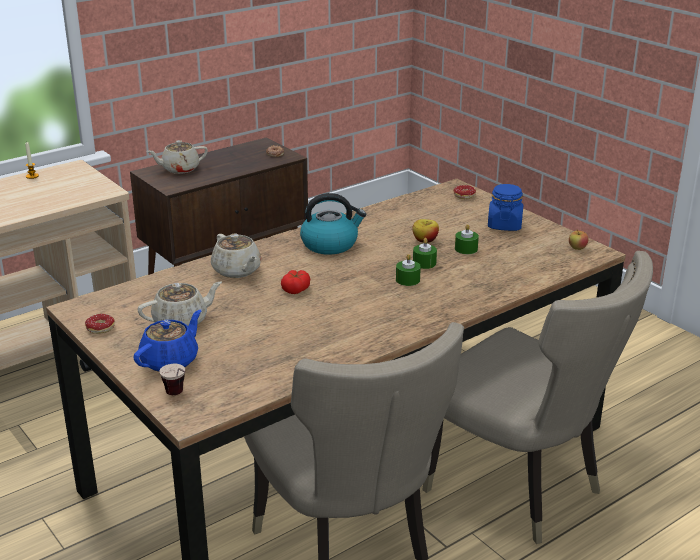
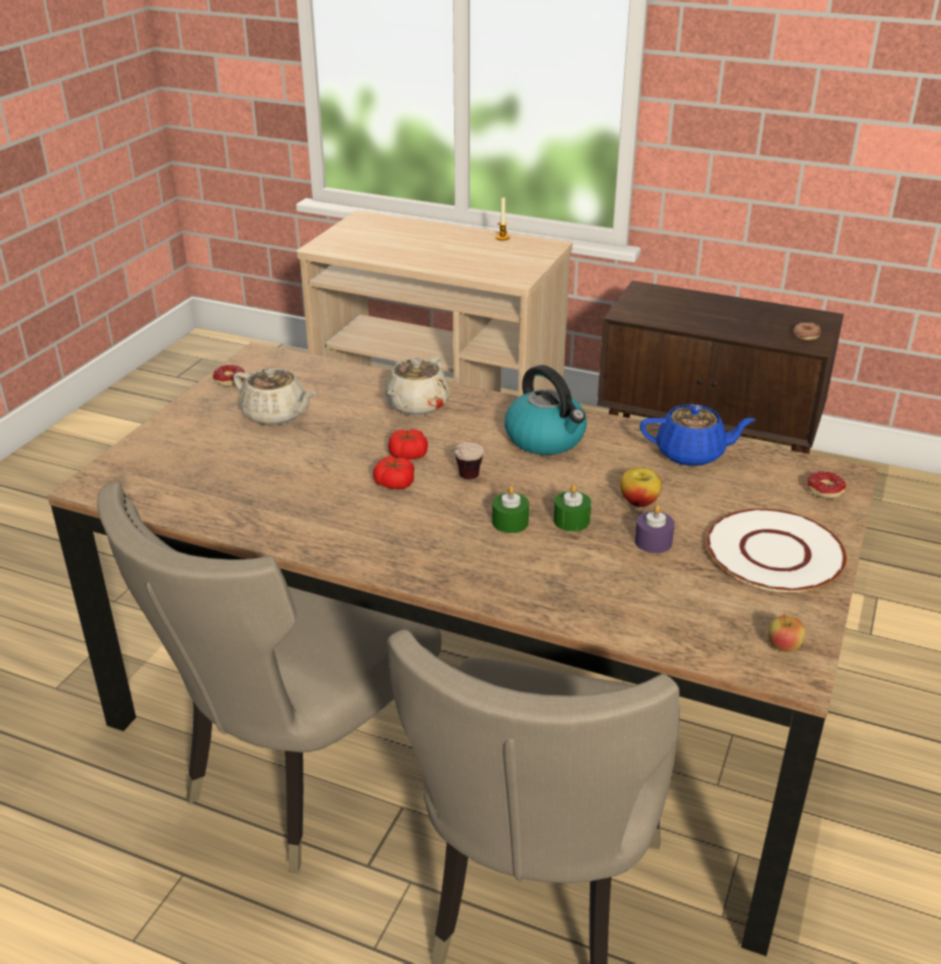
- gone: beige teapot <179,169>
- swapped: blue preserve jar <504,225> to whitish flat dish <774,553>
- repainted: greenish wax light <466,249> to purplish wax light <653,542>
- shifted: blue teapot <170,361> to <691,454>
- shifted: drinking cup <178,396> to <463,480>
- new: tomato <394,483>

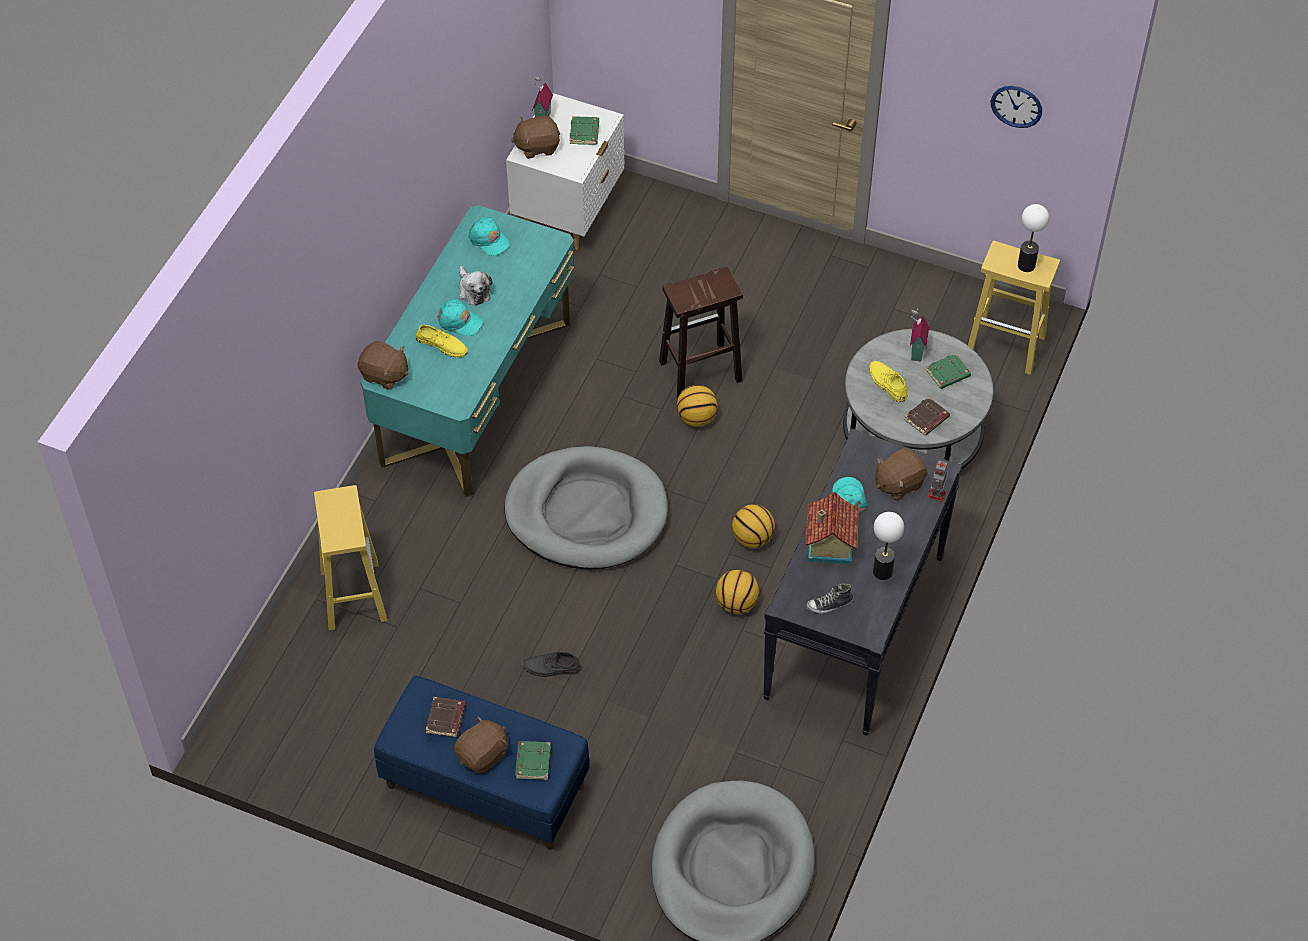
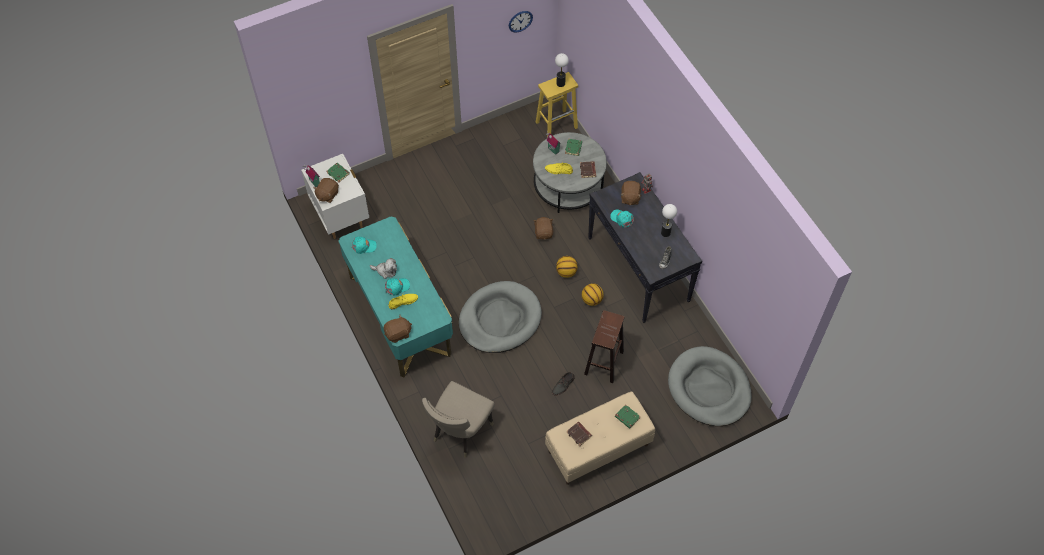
- shifted: brown sitting stool <699,372> to <604,363>
- gone: basketball ball <696,418>
- swapped: yellowish sitting stool <353,594> to beige chair <459,432>
- gone: toy house <828,545>
- repainted: blue indoor bench <484,786> to beige indoor bench <598,449>
- shifted: brown soft toy <483,755> to <543,233>

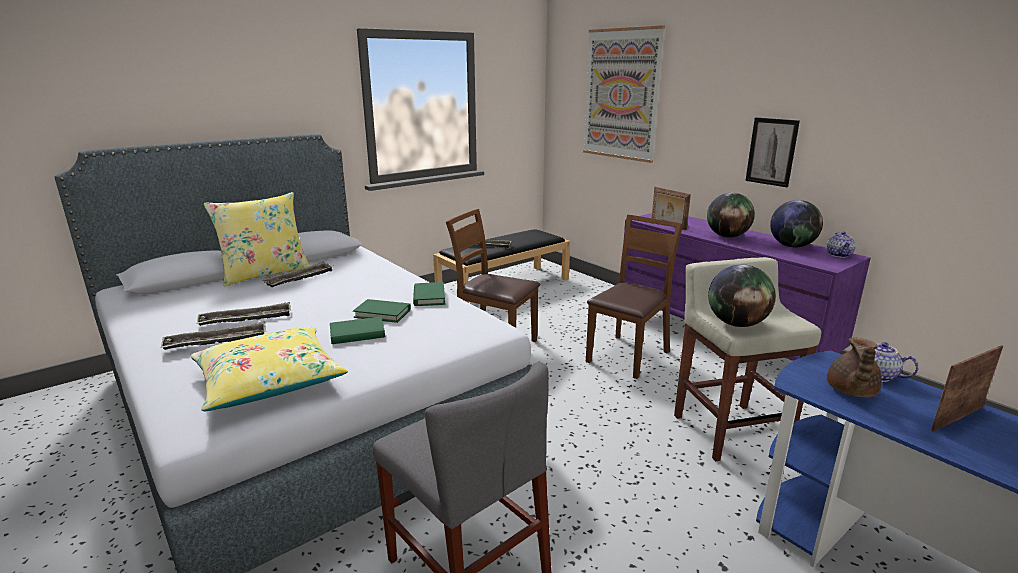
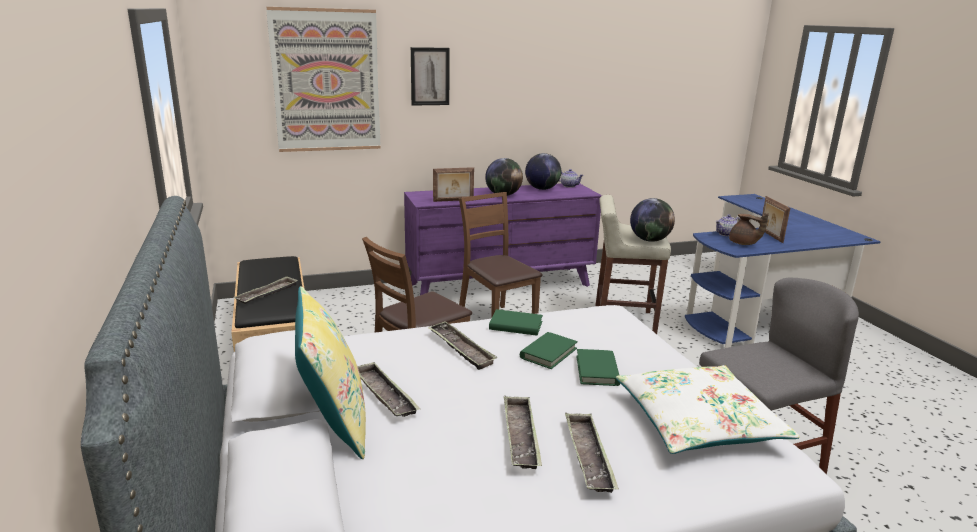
- shifted: wall picture <771,152> to <430,76>
- repainted: yellowish pillow <269,381> to whitish pillow <697,422>
- new: carrying tray <460,349>

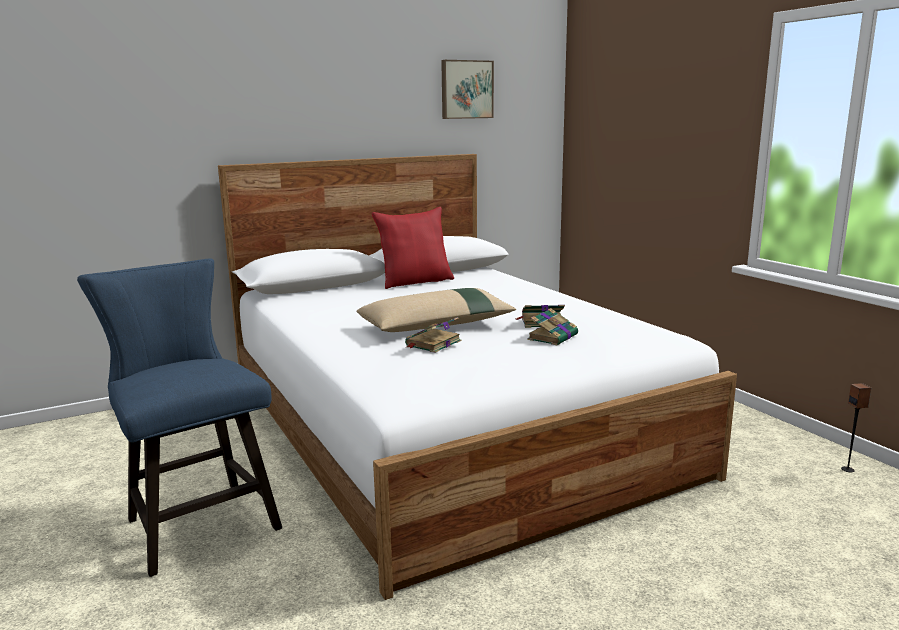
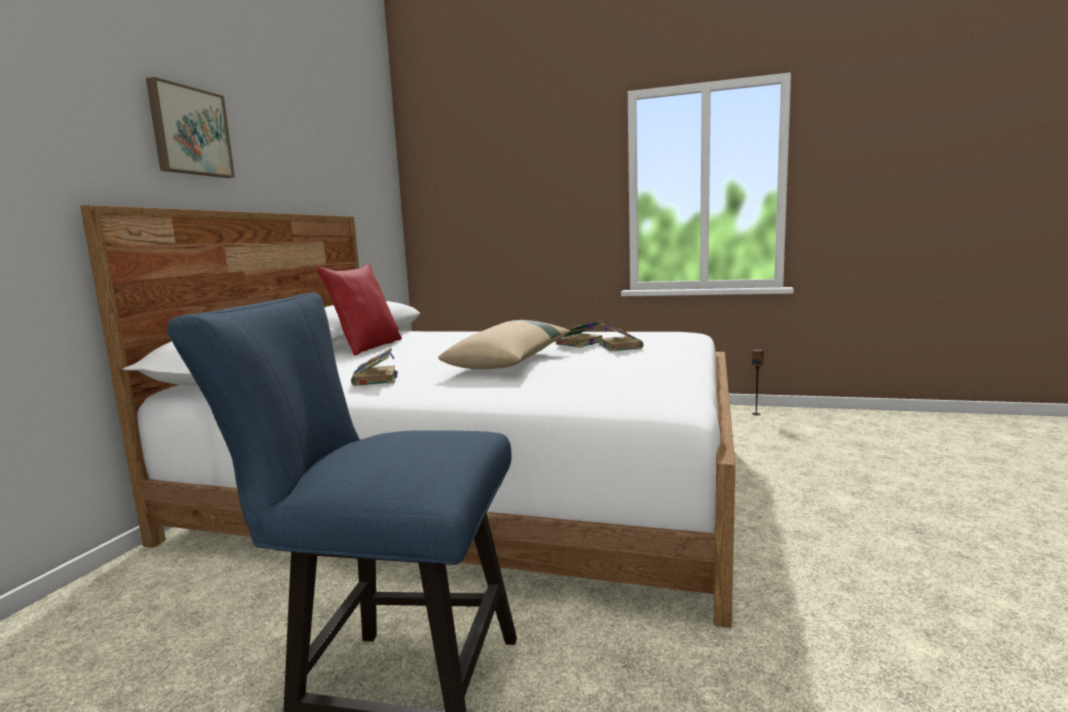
- shifted: wall picture <466,89> to <189,132>
- shifted: bound book <432,344> to <375,379>

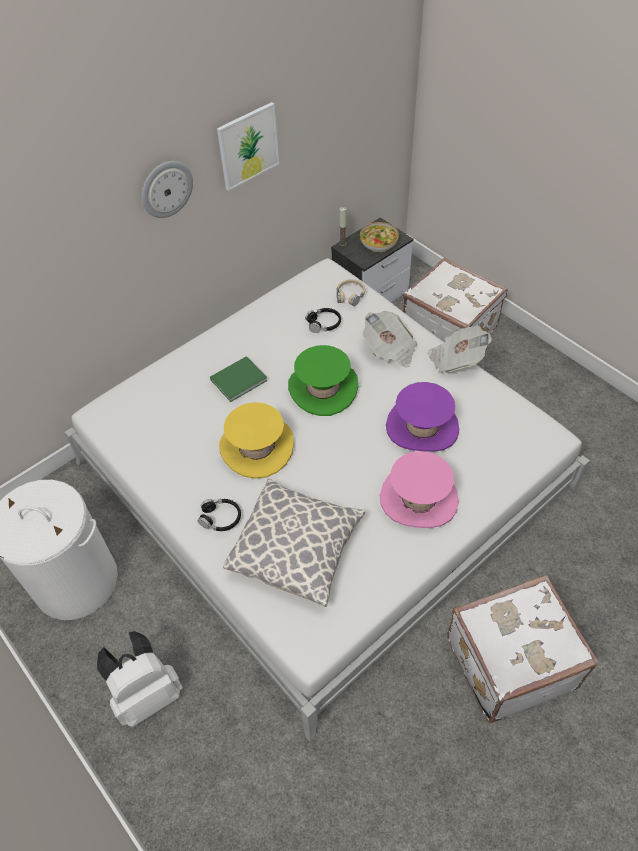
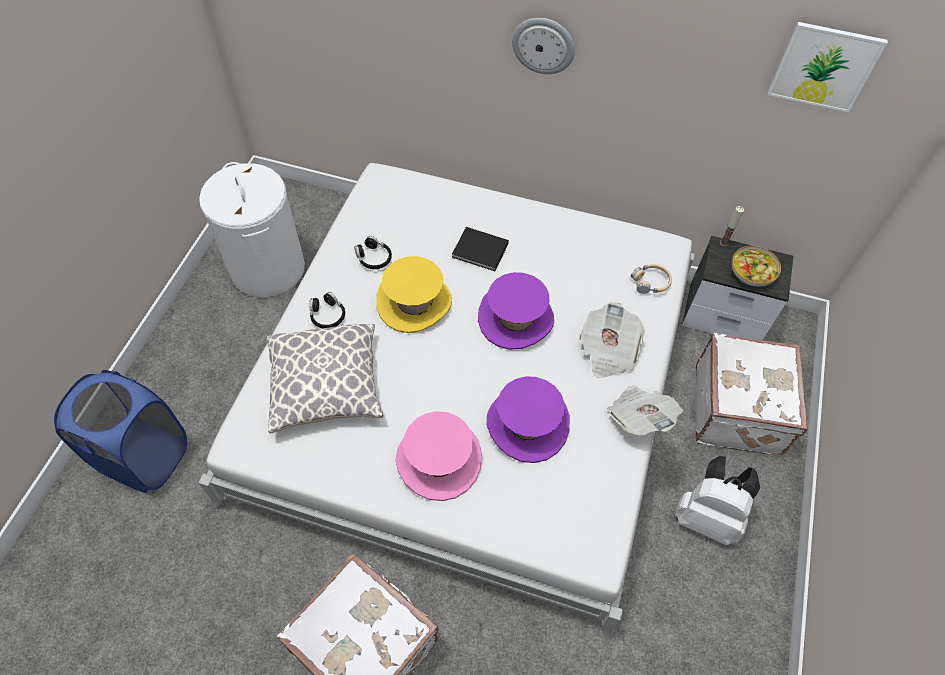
- shifted: wall picture <248,146> to <824,67>
- shifted: blackish pair of headphones <324,324> to <373,258>
- repainted: greenish clothing hat <323,388> to purplish clothing hat <515,319>
- repainted: greenish bound book <240,379> to blackish bound book <481,251>
- shifted: whitish knapsack <147,694> to <707,517>
- new: blue washing basket <145,457>

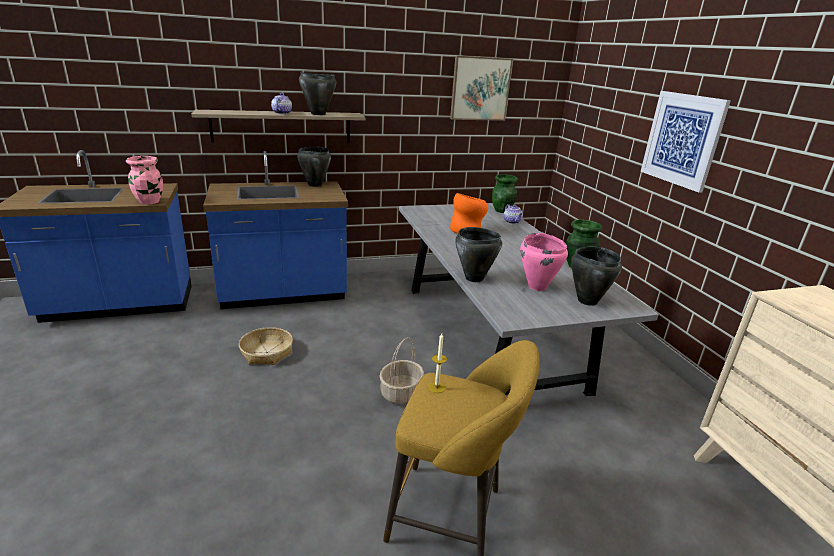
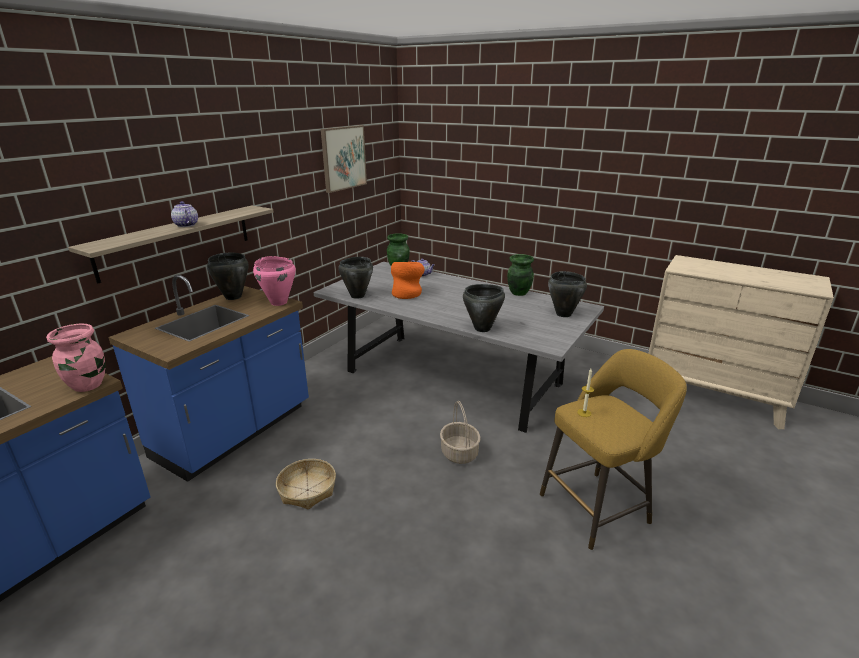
- shifted: blackish stockpot <318,114> to <357,296>
- gone: wall picture <682,139>
- shifted: pink-coloured stockpot <537,286> to <279,302>

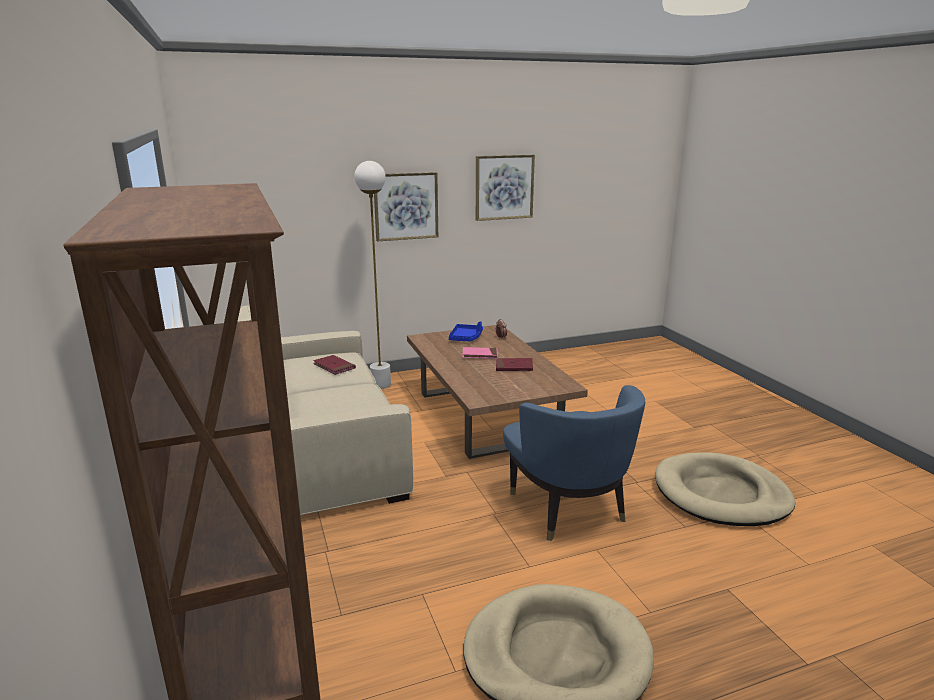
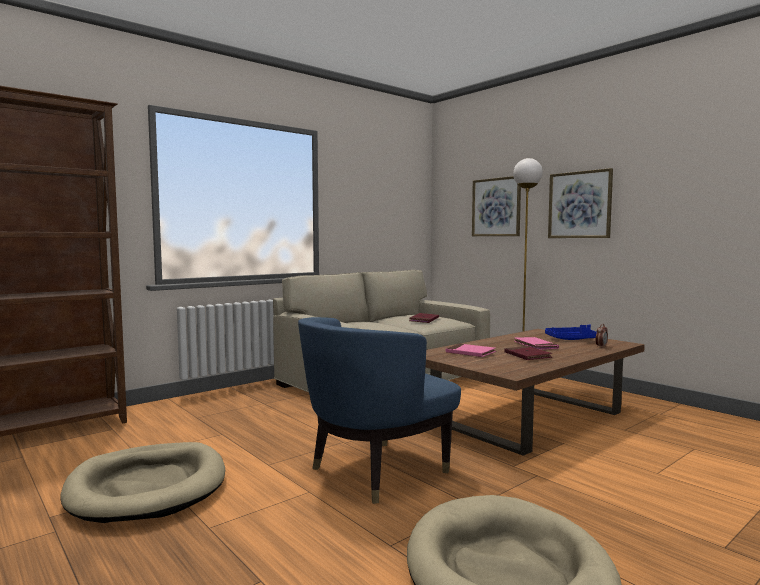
- shifted: wall picture <504,187> to <496,207>
- new: pink-coloured bound book <470,353>

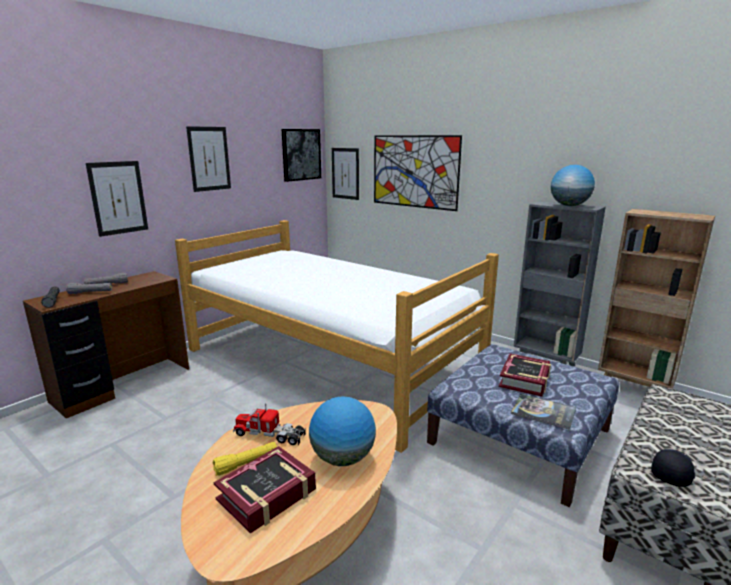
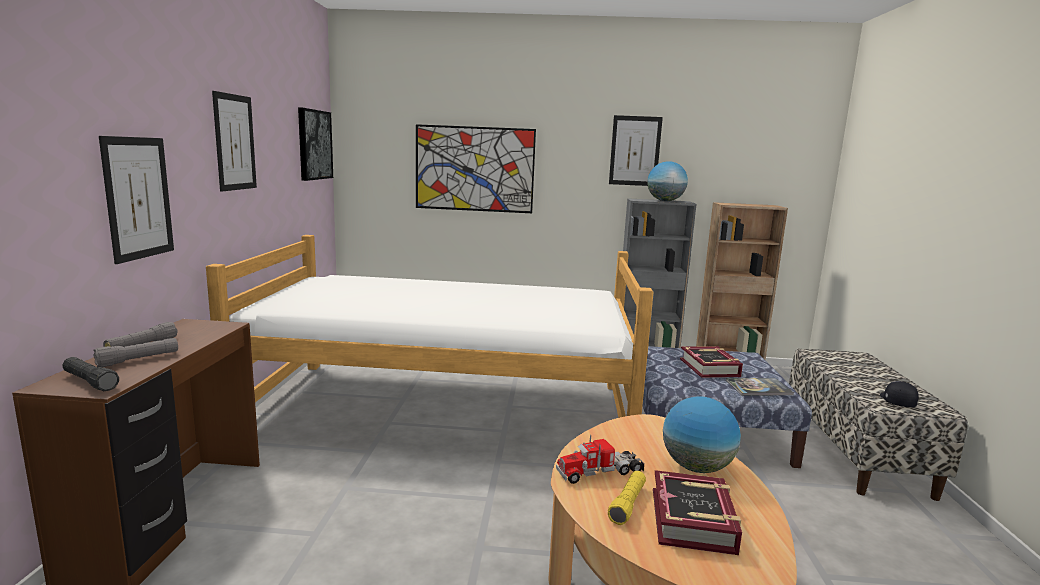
- shifted: wall picture <345,173> to <635,151>

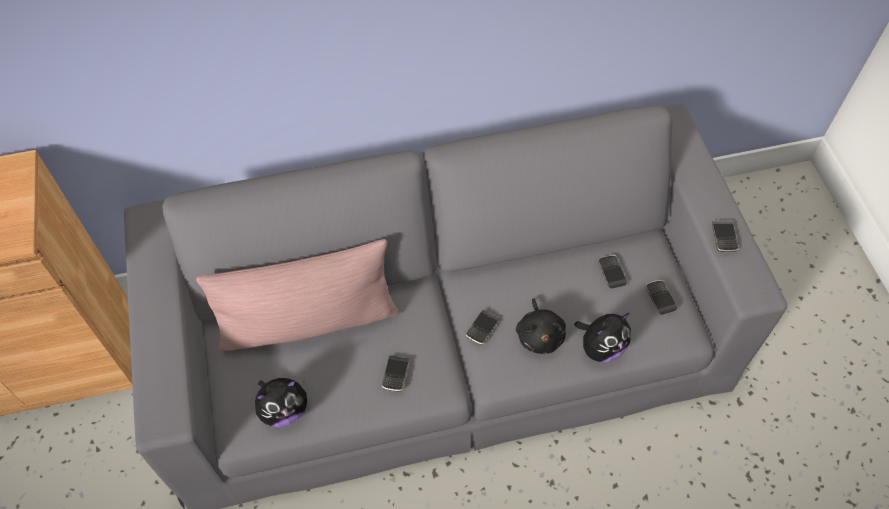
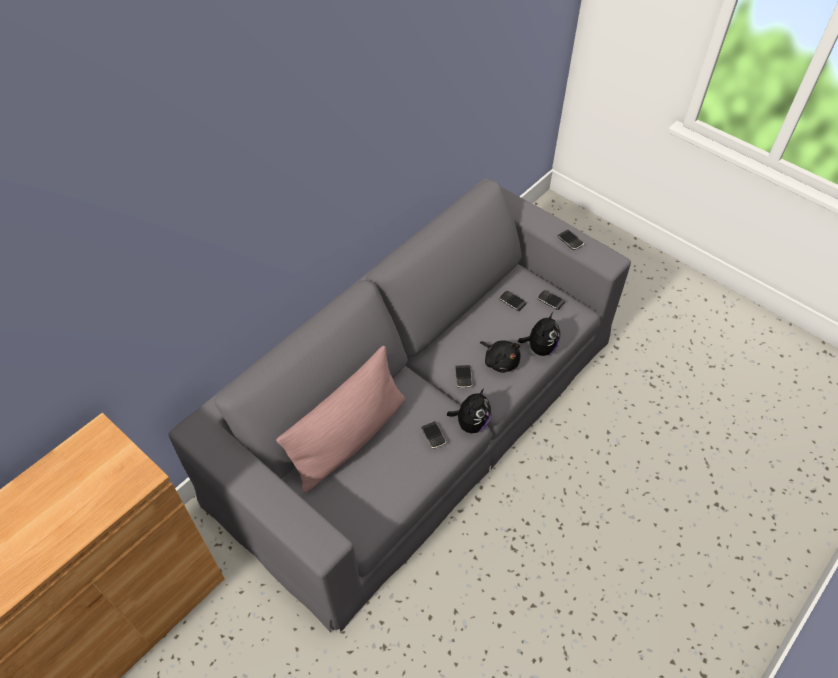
- shifted: soft toy <284,410> to <471,423>

